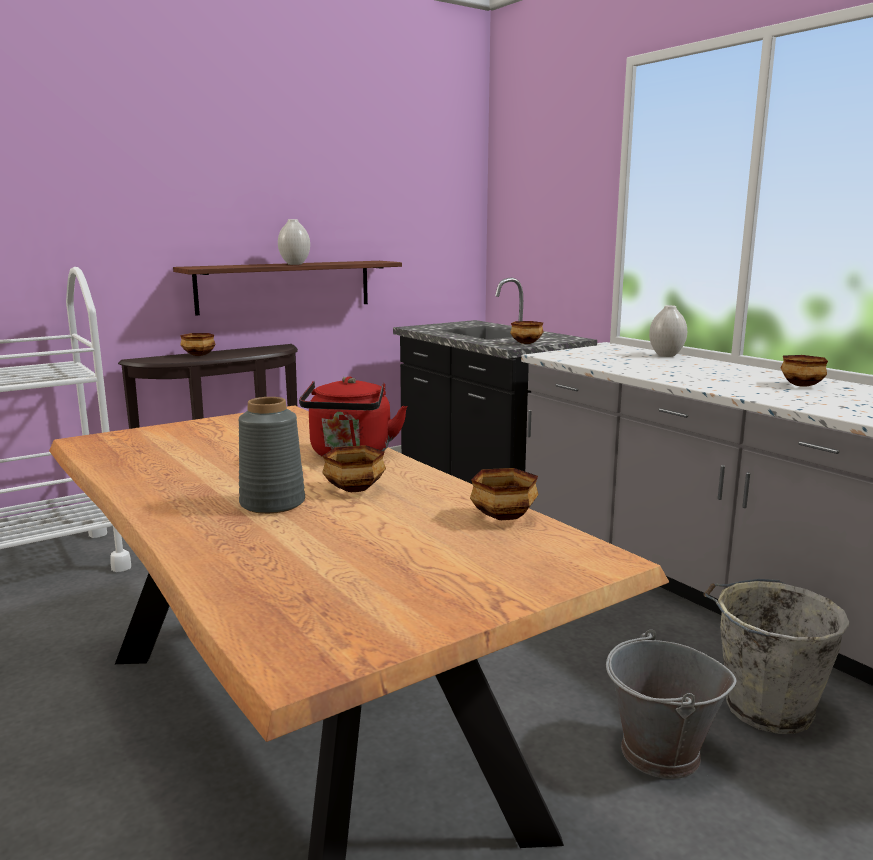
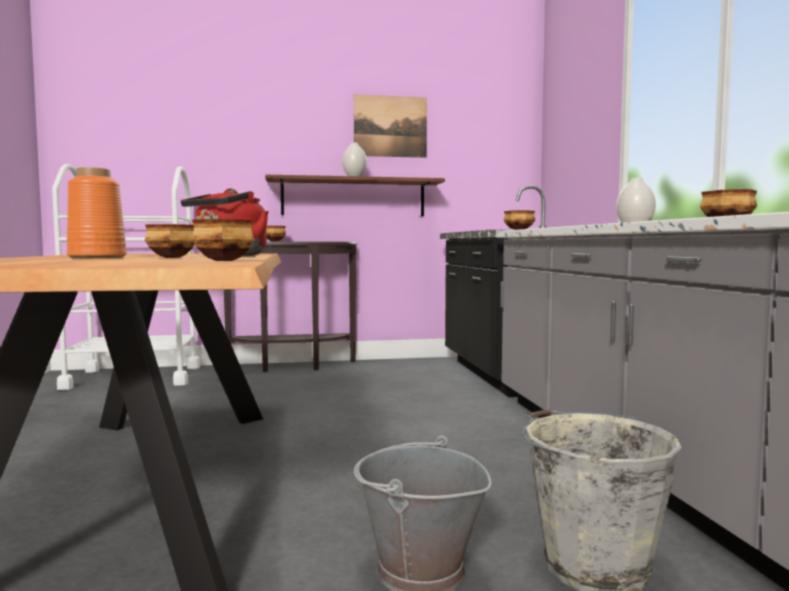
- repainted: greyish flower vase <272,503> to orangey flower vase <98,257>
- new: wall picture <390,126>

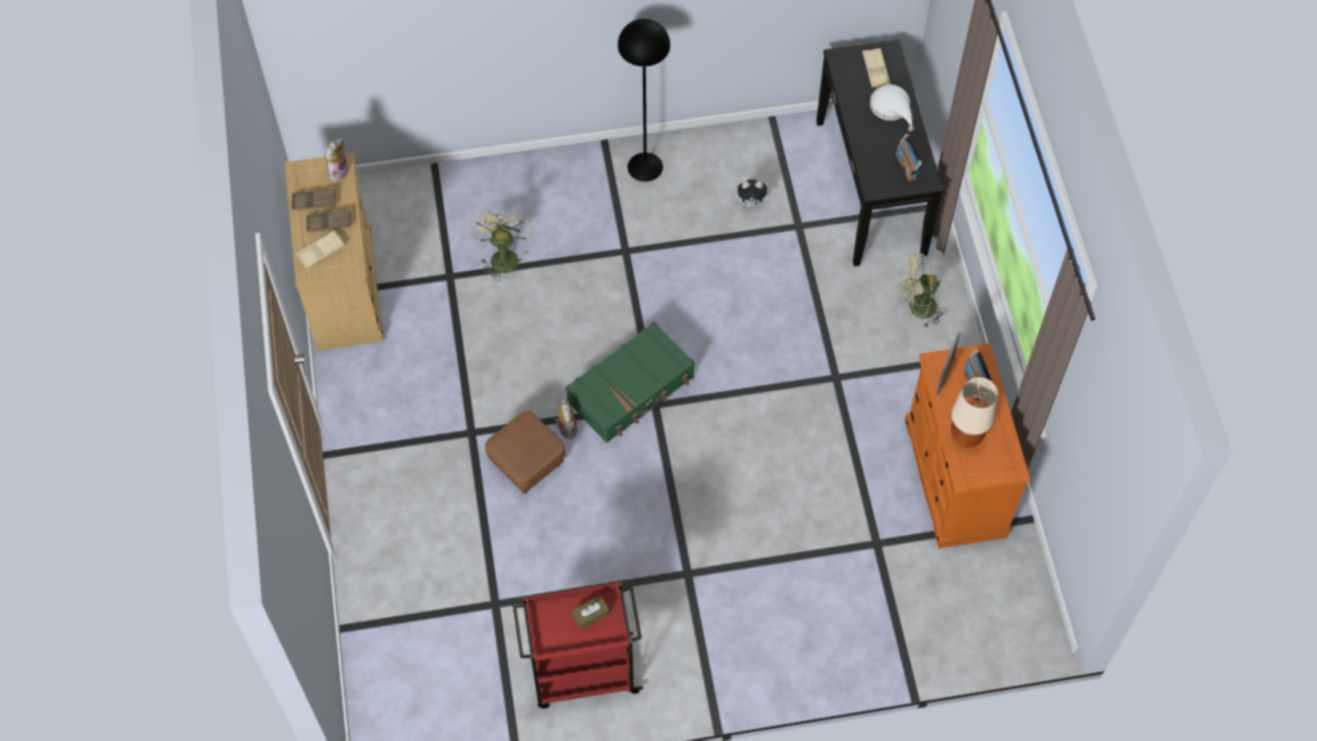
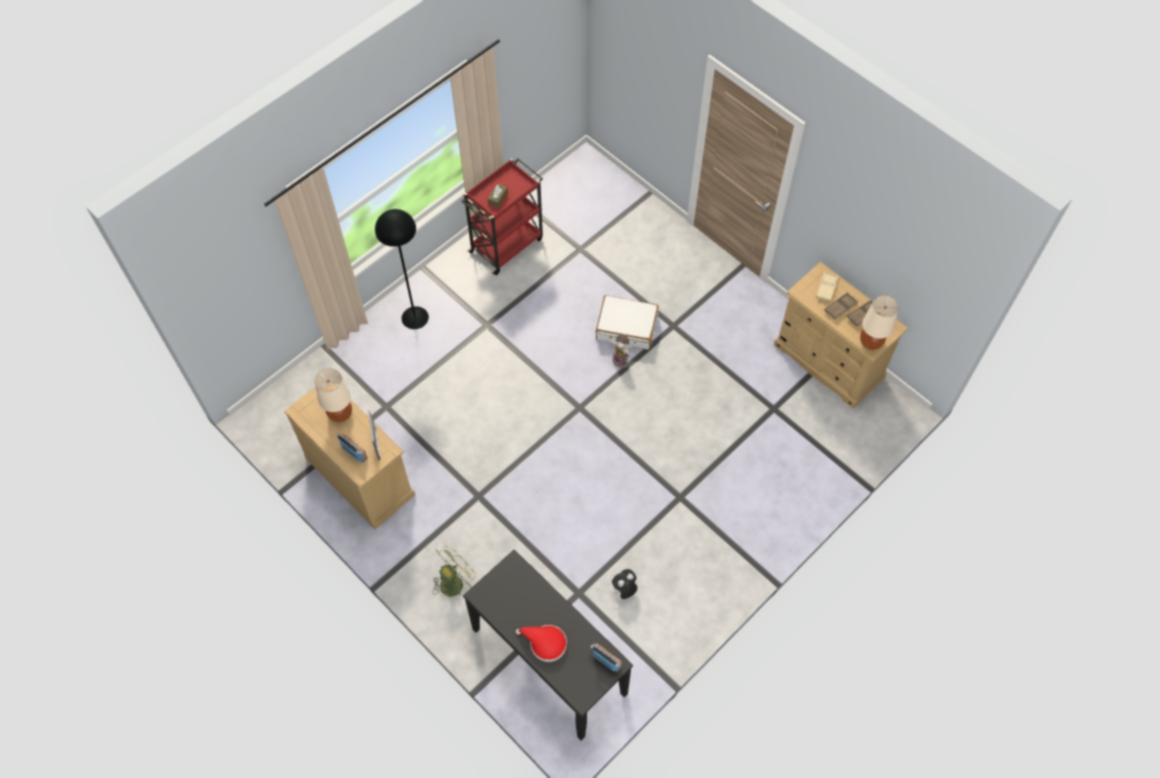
- shifted: blackish floor lamp <645,167> to <414,317>
- gone: beige carrying tray <875,70>
- repainted: whitish clothing hat <892,108> to red-coloured clothing hat <545,643>
- shifted: radio set <906,167> to <606,660>
- swapped: soft toy <337,171> to beige lamp for a table <870,342>
- gone: greenish fan <503,256>
- gone: greenish travel case <631,389>
- repainted: orangey drawer chest <954,478> to beige drawer chest <360,476>
- swapped: brown footrest <527,464> to whitish travel case <626,328>

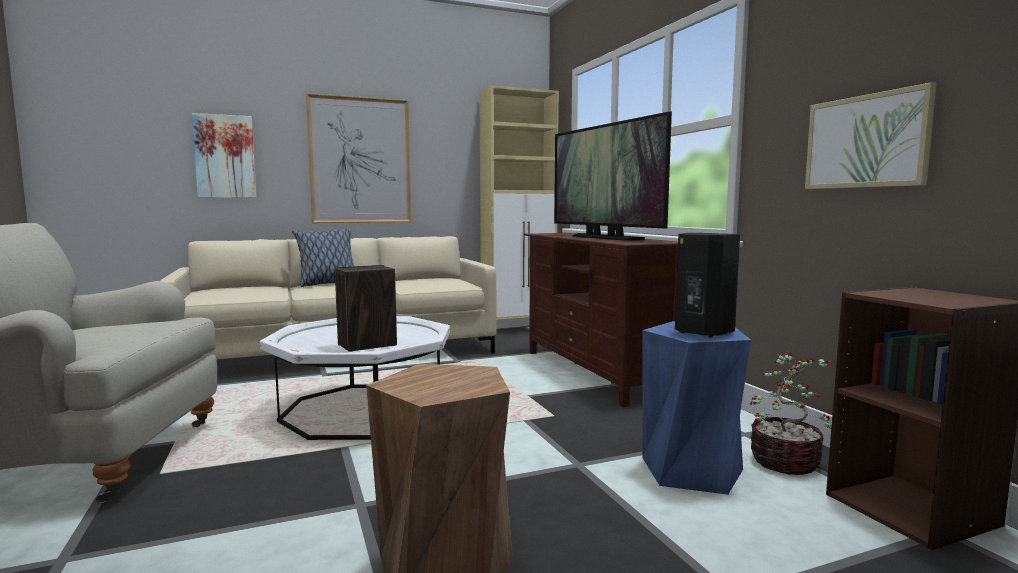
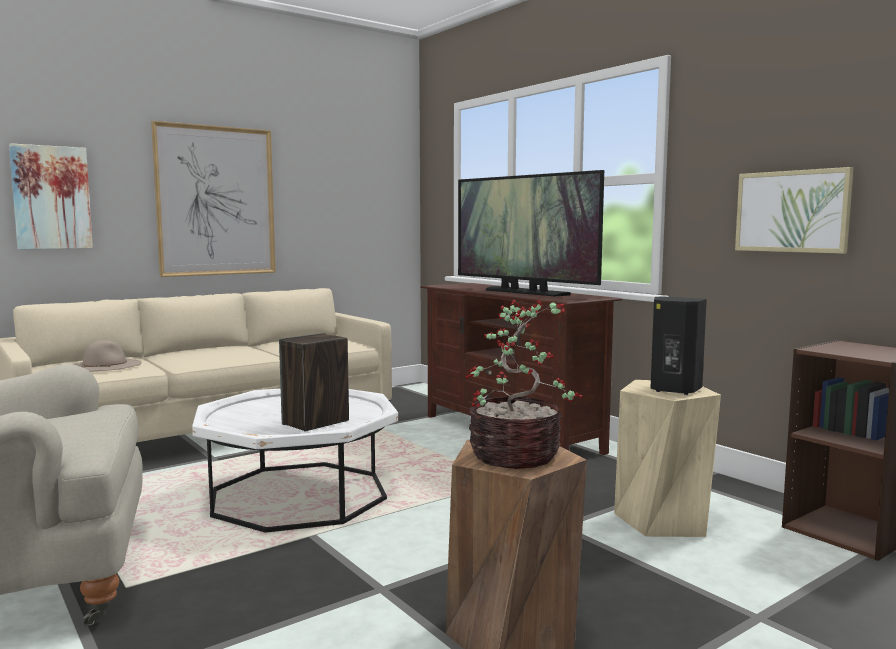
- gone: beige cupboard <519,330>
- gone: pillow <327,284>
- repainted: blue sitting stool <691,470> to beige sitting stool <663,519>
- shifted: plant in a pot <787,463> to <517,456>
- new: beige clothing hat <105,365>

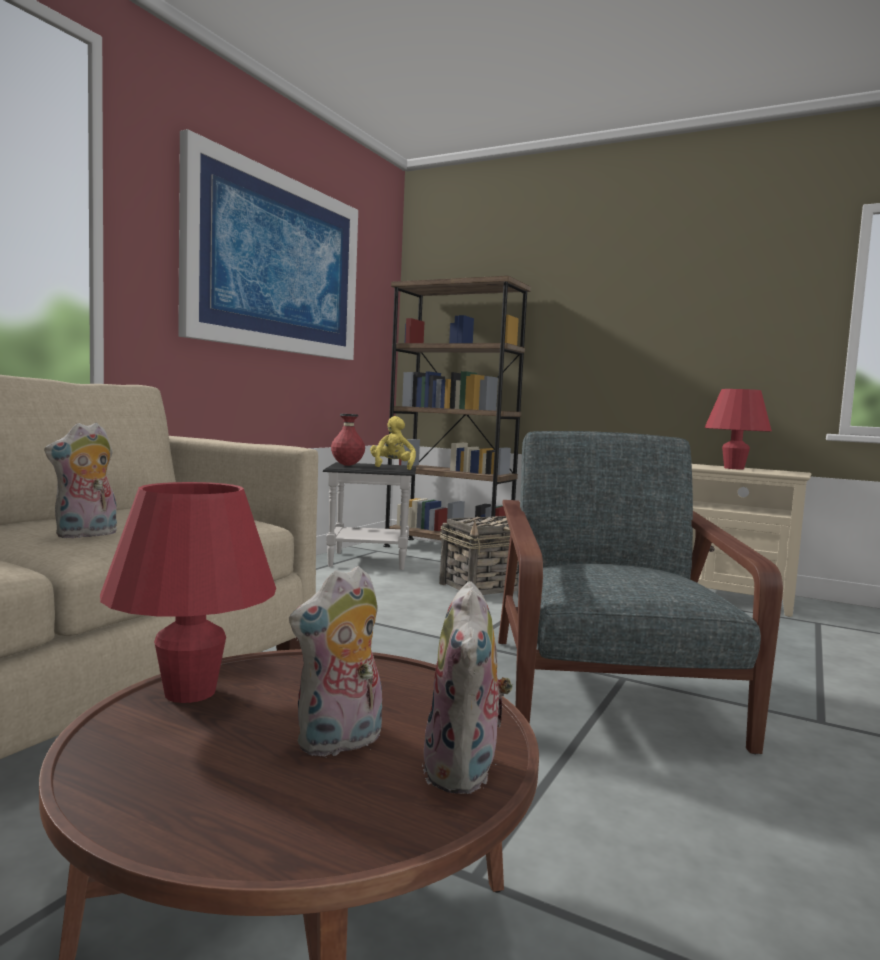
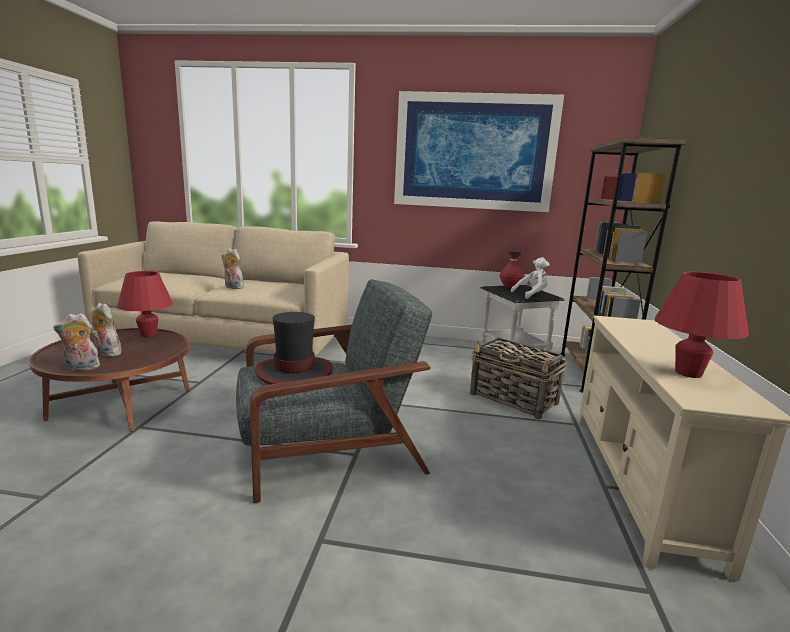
- repainted: yellowish soft toy <392,467> to whitish soft toy <531,295>
- new: clothing hat <294,372>

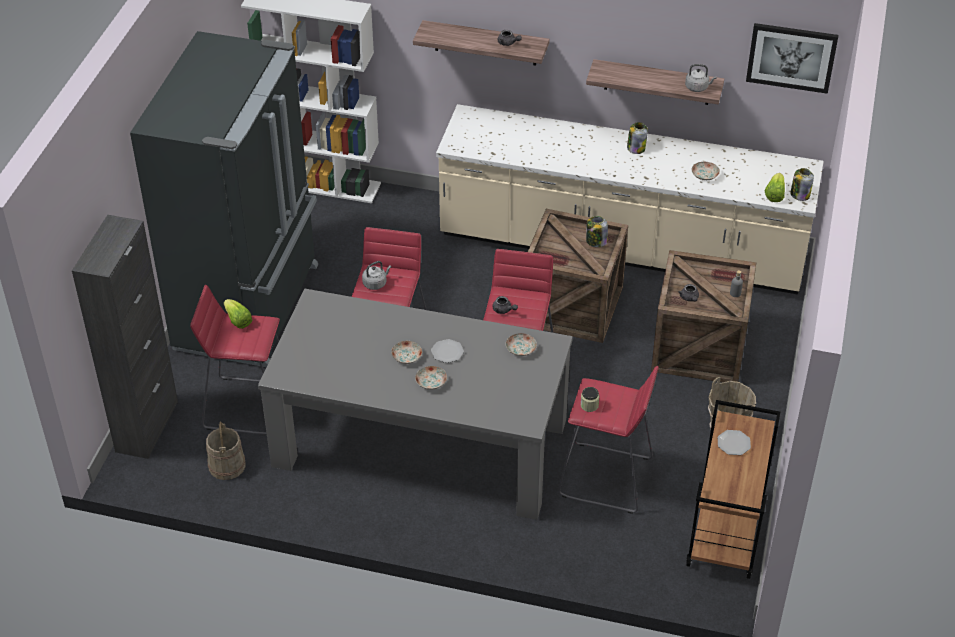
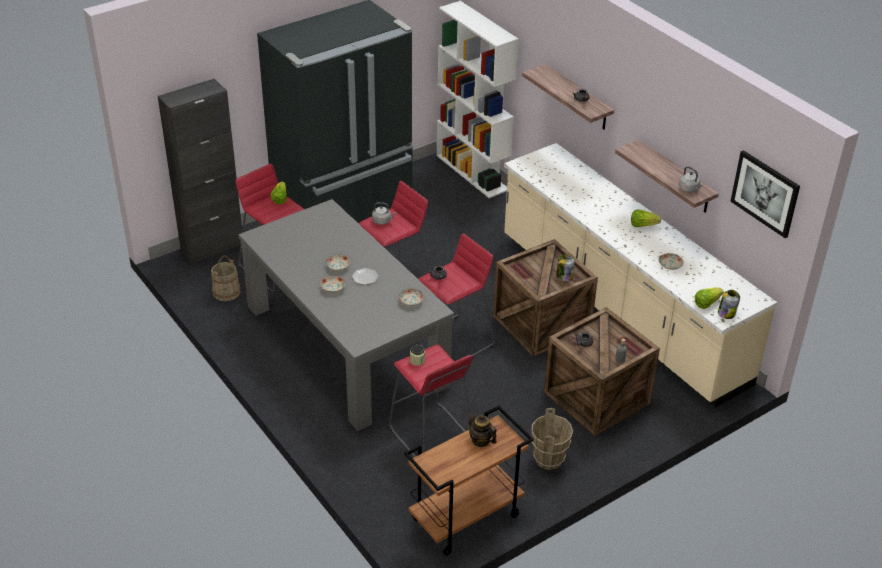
- swapped: preserve jar <636,148> to head of lettuce <643,225>
- swapped: flat dish <734,444> to teapot <481,440>

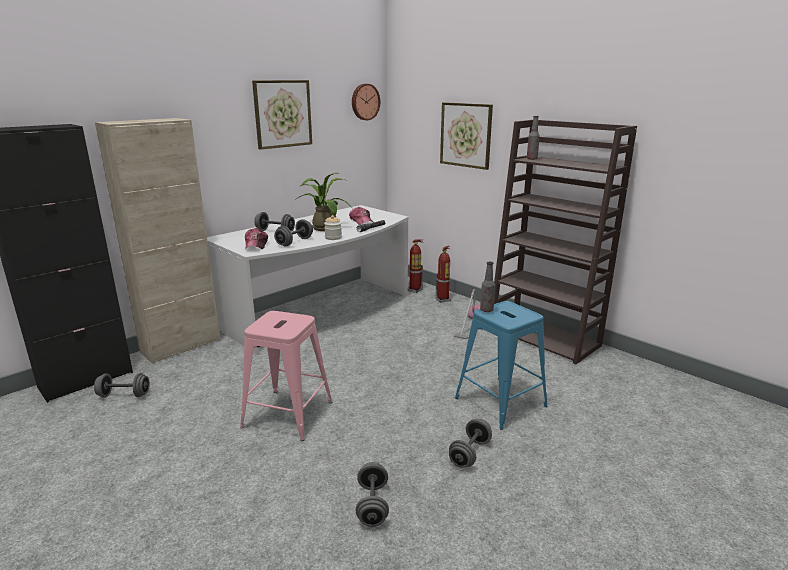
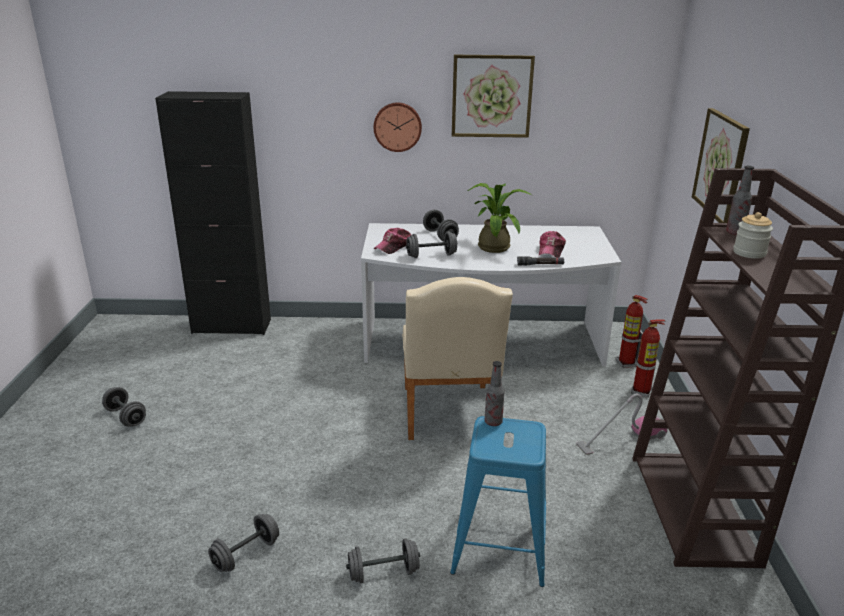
- shifted: hanging clock <364,102> to <397,126>
- gone: beige cupboard <181,346>
- shifted: preserve jar <333,238> to <749,253>
- gone: pink-coloured sitting stool <287,414>
- shifted: greyish hand weight <124,395> to <126,417>
- new: beige chair <449,416>

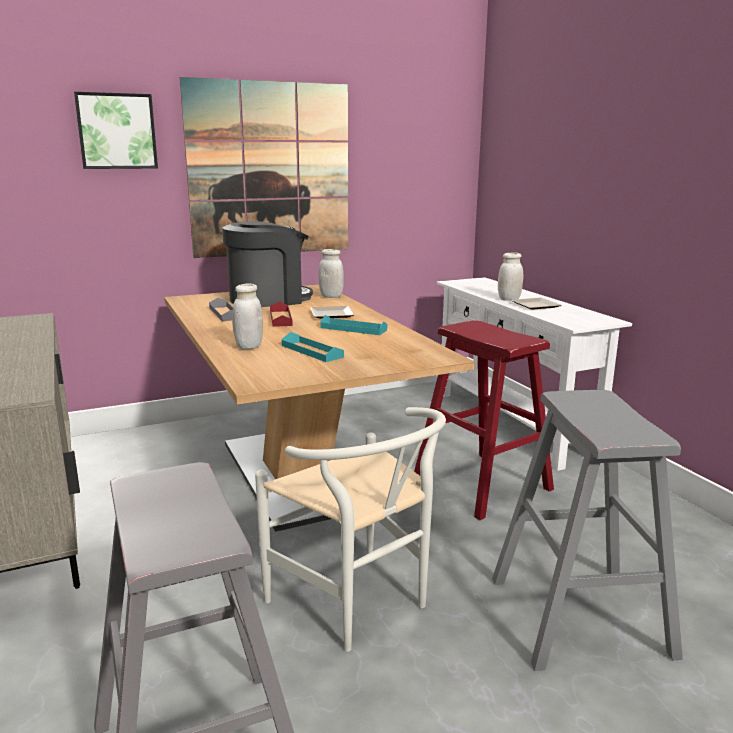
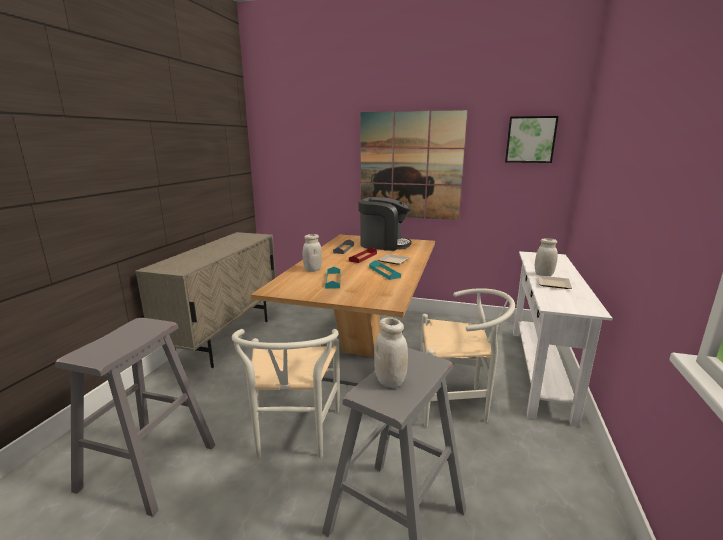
- shifted: wall picture <116,131> to <530,139>
- shifted: whitish preserve jar <331,296> to <390,381>
- swapped: red-coloured sitting stool <482,484> to whitish chair <457,403>

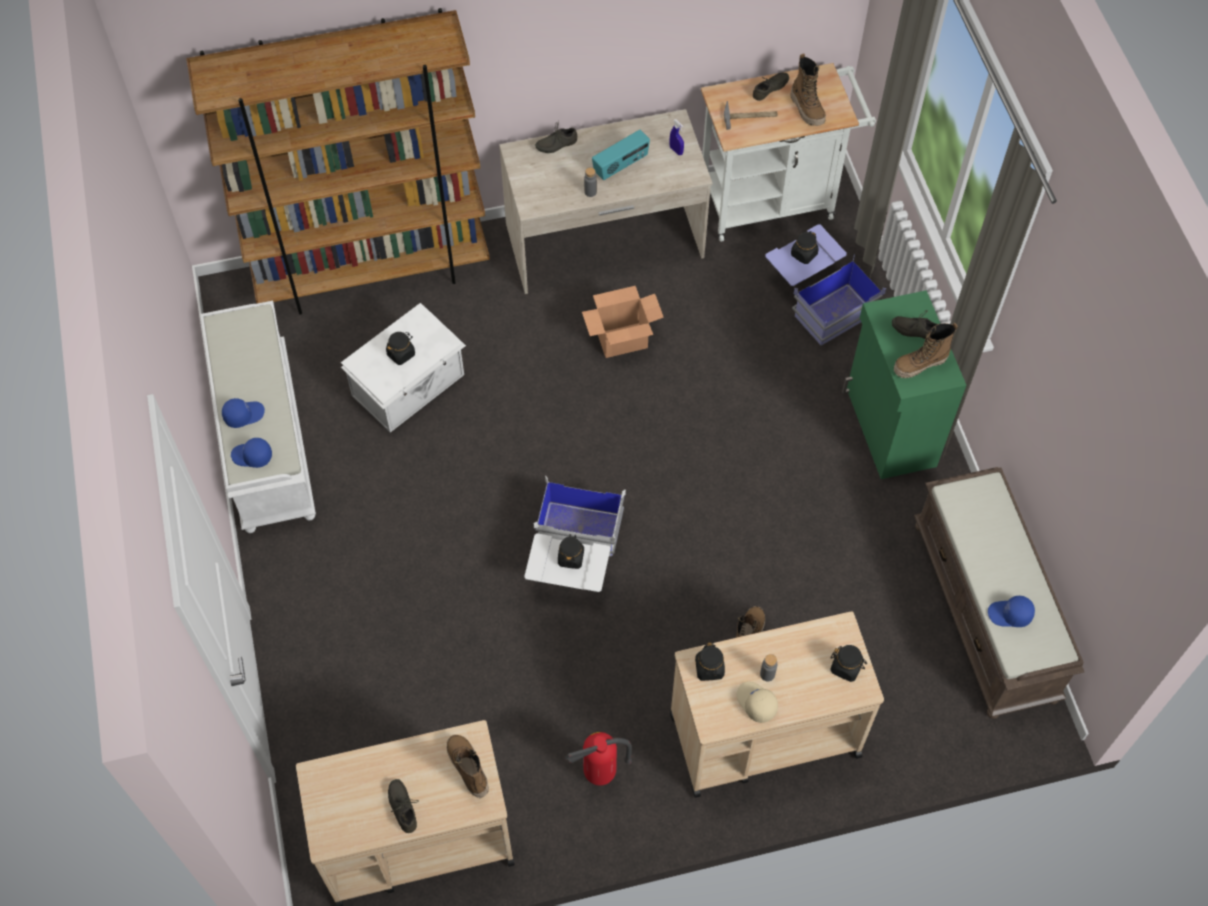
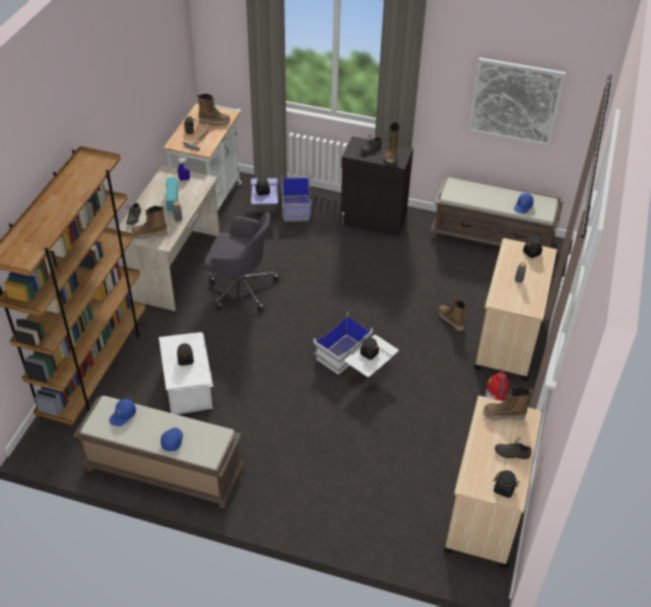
- swapped: carton <621,341> to greyish computer chair <240,287>
- repainted: greenish cupboard <889,428> to blackish cupboard <373,221>
- repainted: whitish indoor bench <264,437> to brown indoor bench <162,470>
- shifted: blue peaked cap <252,456> to <123,416>
- shifted: blackish preserve jar <709,668> to <504,489>
- gone: beige peaked cap <756,703>
- new: wall picture <515,101>
- new: boot <150,234>

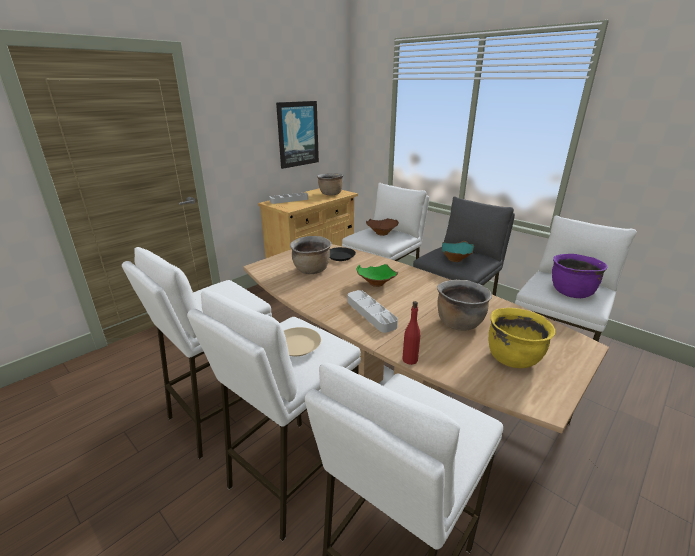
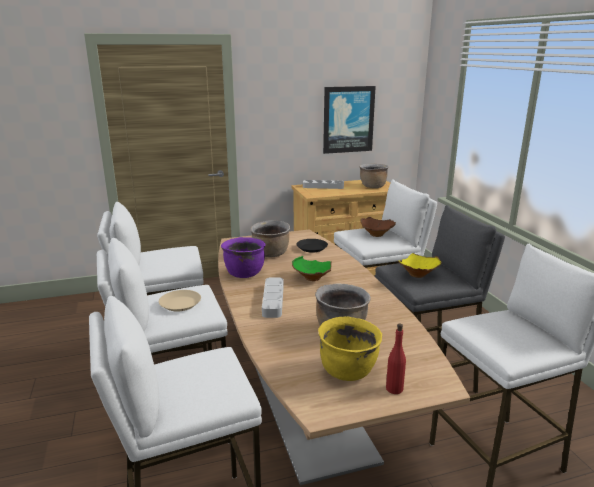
- repainted: turquoise serving bowl <456,259> to yellowish serving bowl <418,275>
- shifted: purplish stockpot <570,292> to <244,273>
- shifted: red-coloured bottle <410,359> to <394,388>

